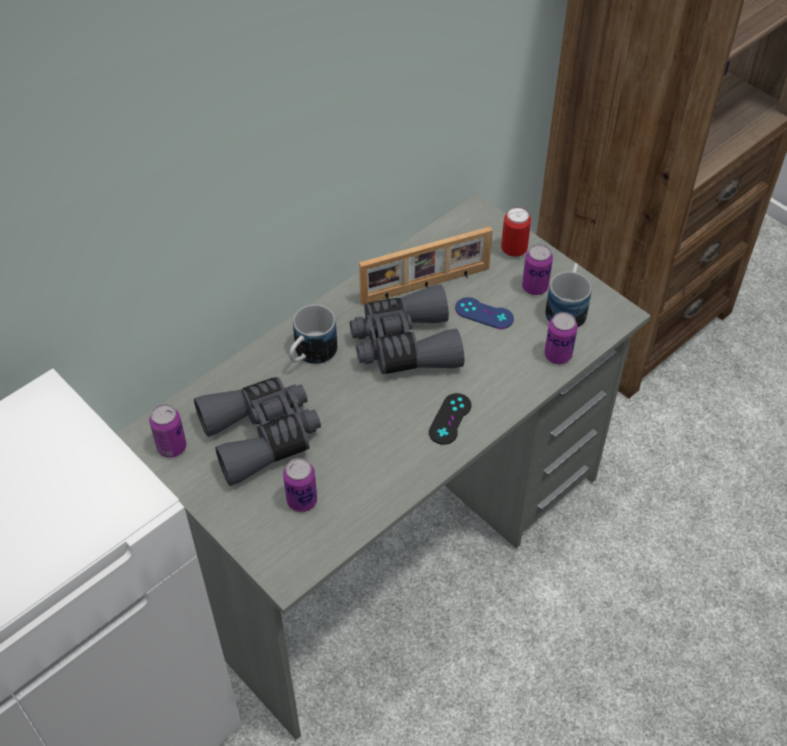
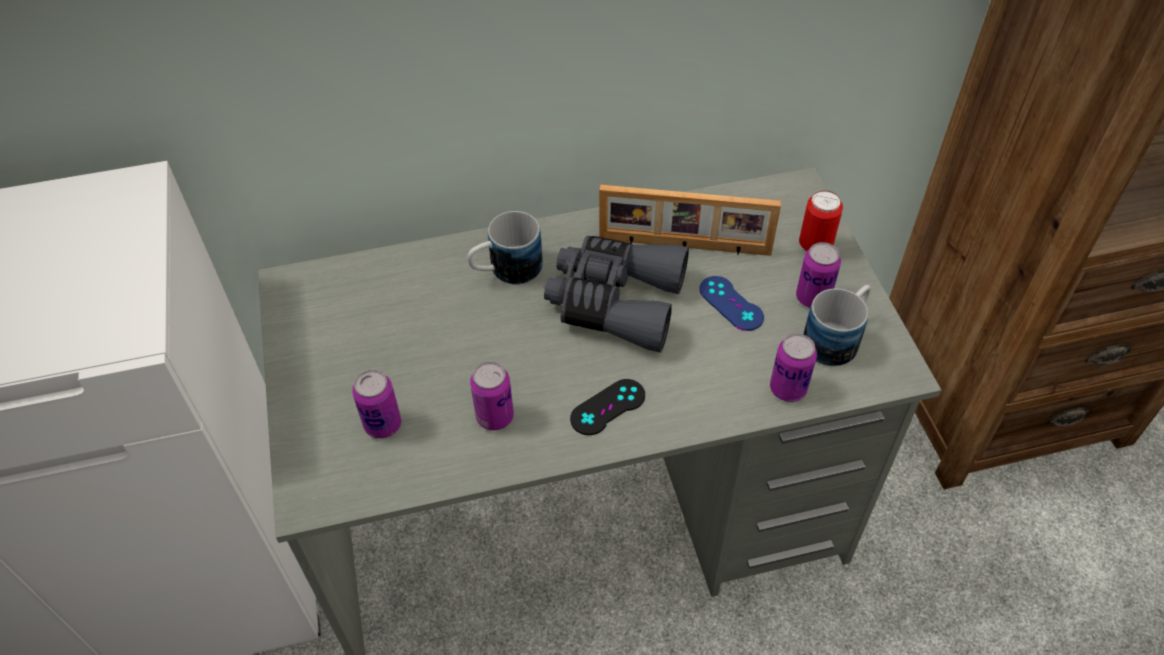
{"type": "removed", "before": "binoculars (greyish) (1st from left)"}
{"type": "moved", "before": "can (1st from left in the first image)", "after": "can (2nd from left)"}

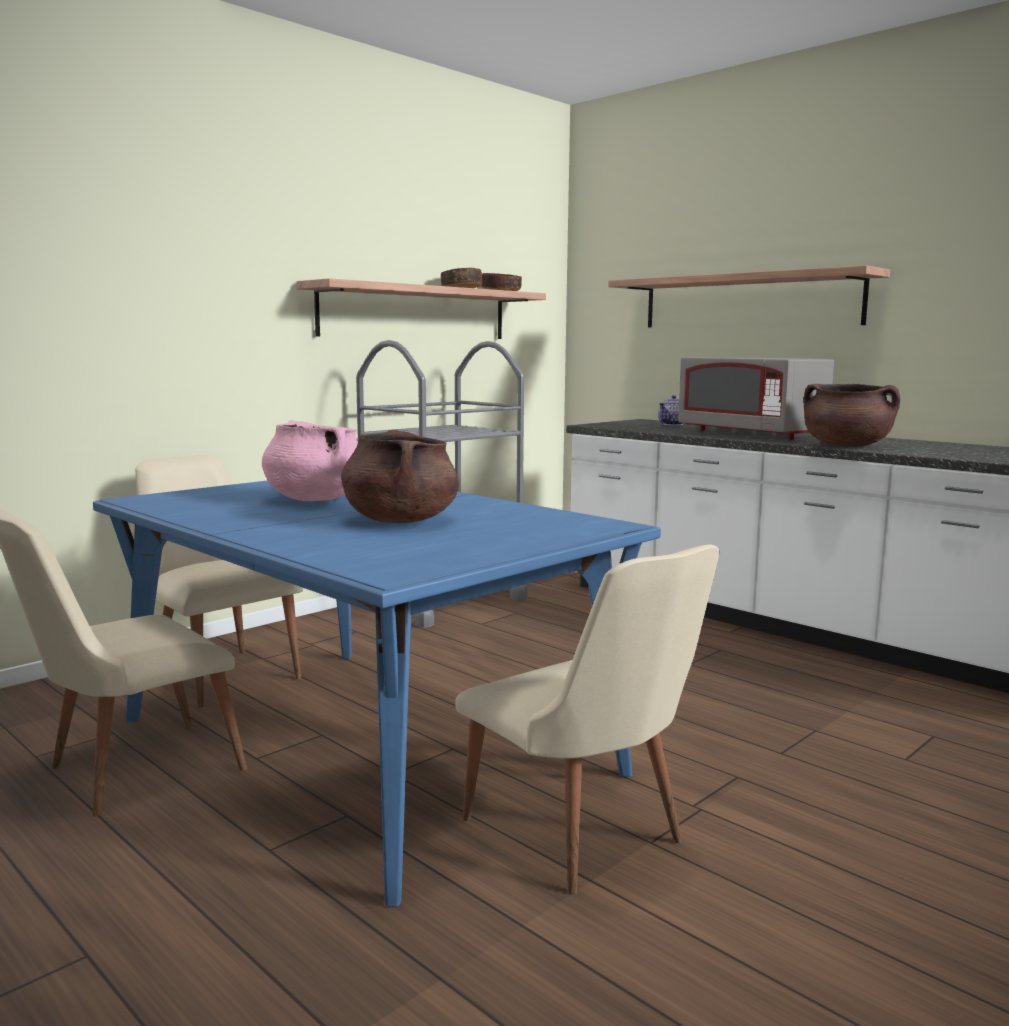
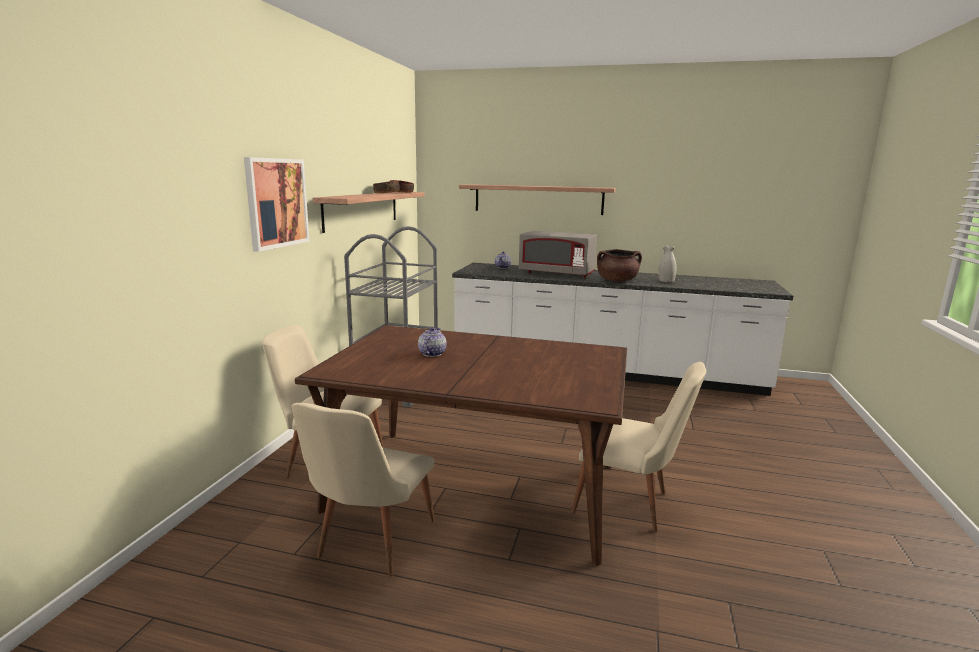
{"type": "removed", "before": "cooking pot (brownish) (1st from left)"}
{"type": "added", "after": "picture"}
{"type": "added", "after": "decorative vase (white-coloured)"}
{"type": "replaced", "before": "cooking pot (pinkish)", "after": "tea pot (1st from left)"}
{"type": "recoloured", "before": "kitchen table (blue-coloured)", "after": "kitchen table (brownish)"}

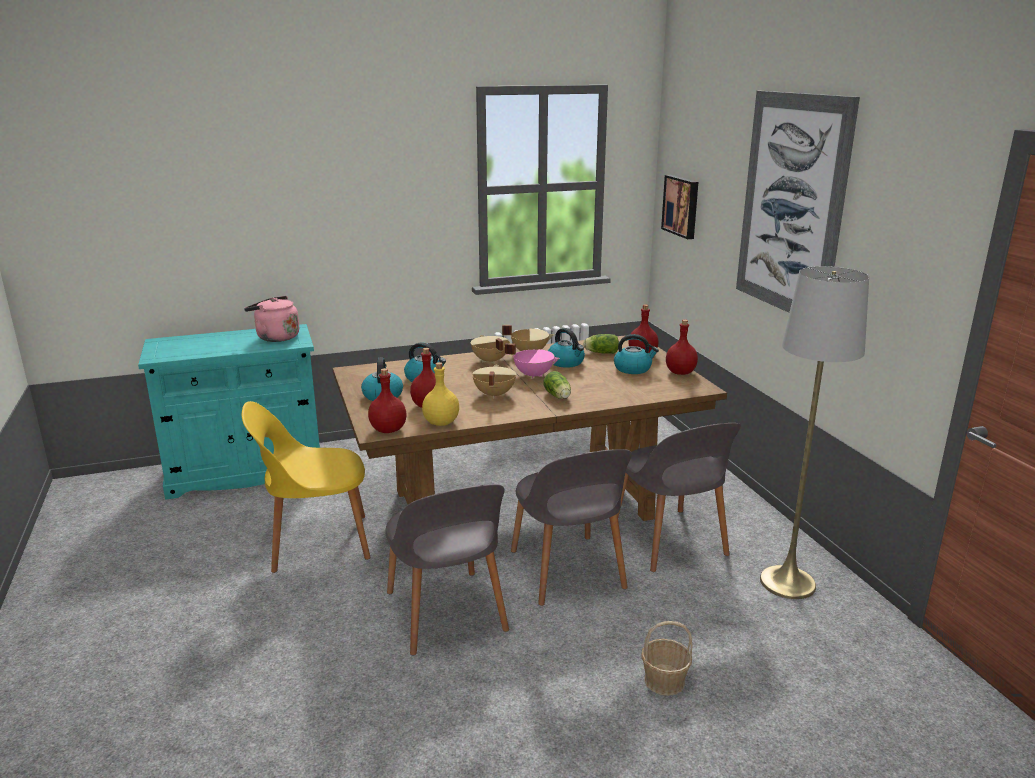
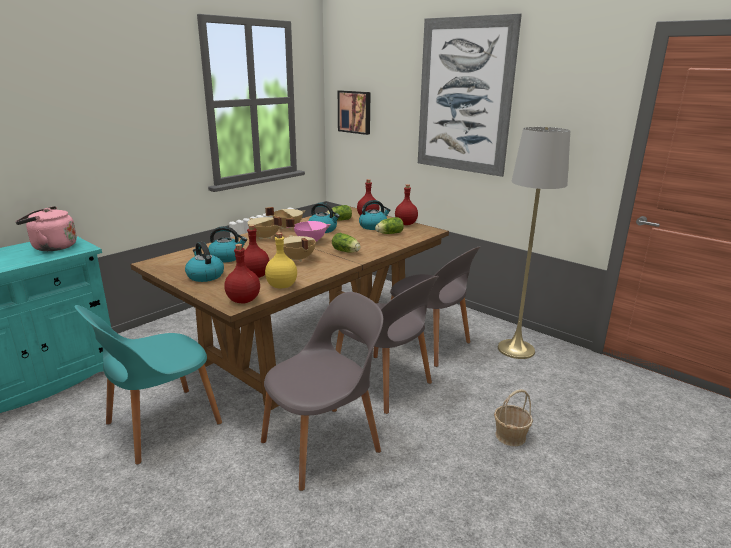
{"type": "added", "after": "lettuce (3rd from left)"}
{"type": "recoloured", "before": "plain chair (yellowish)", "after": "plain chair (blue-green)"}
{"type": "turned", "before": "plain chair (greyish) (1st from left)", "turn": -75}

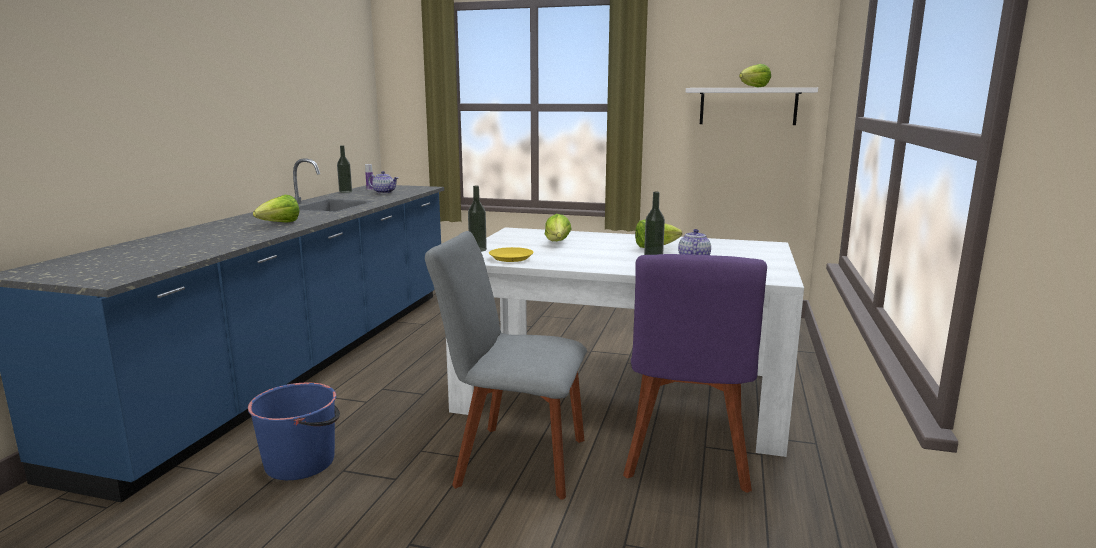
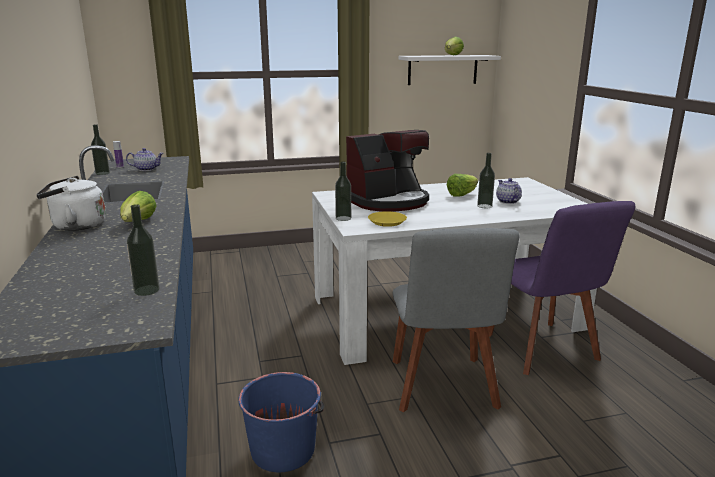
{"type": "added", "after": "kettle (white-coloured)"}
{"type": "added", "after": "beverage bottle (3rd from left)"}
{"type": "replaced", "before": "lettuce (2nd from left)", "after": "coffee maker"}
{"type": "turned", "before": "plain chair (greyish)", "turn": -75}

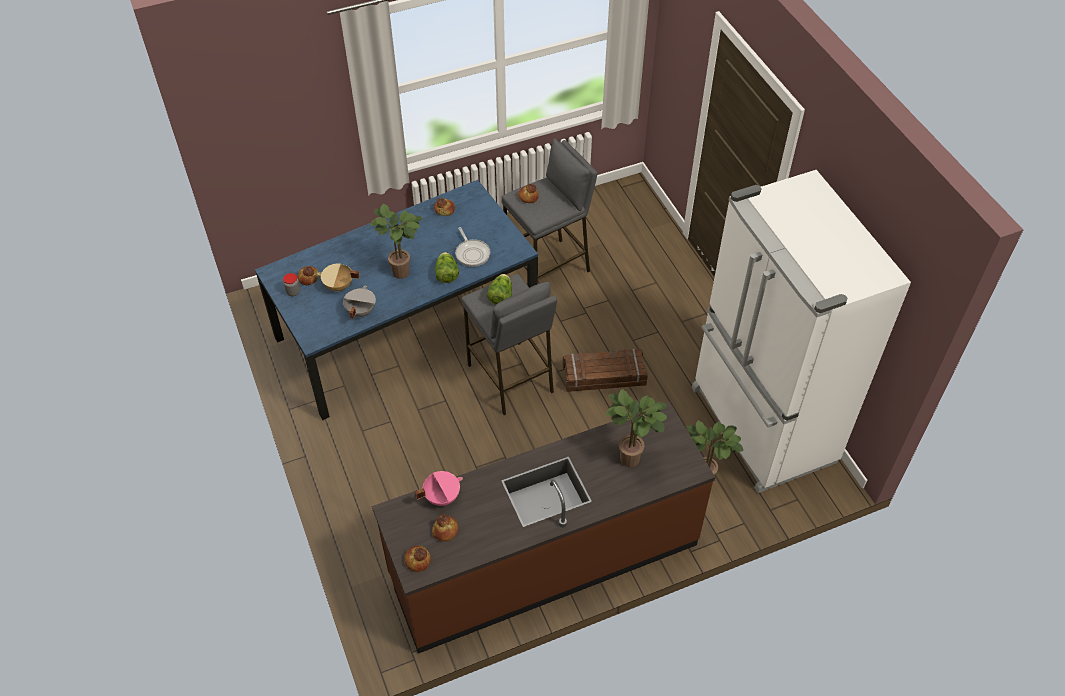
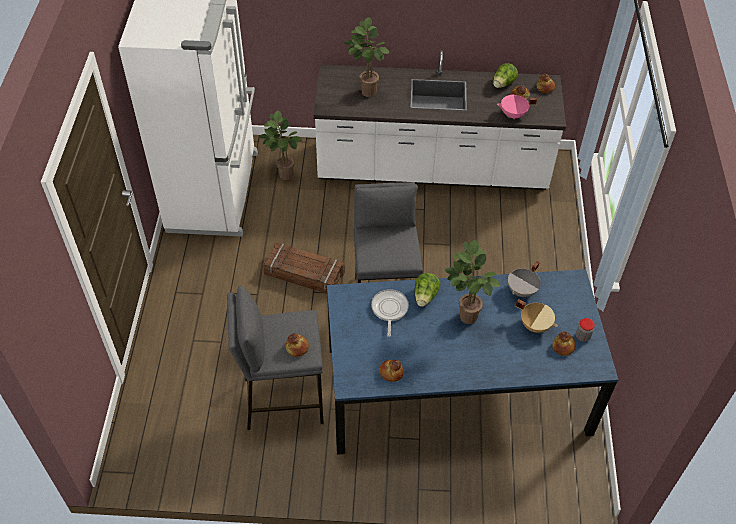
{"type": "moved", "before": "lettuce (2nd from left)"}
{"type": "recoloured", "before": "kitchen counter (brownish)", "after": "kitchen counter (white-coloured)"}

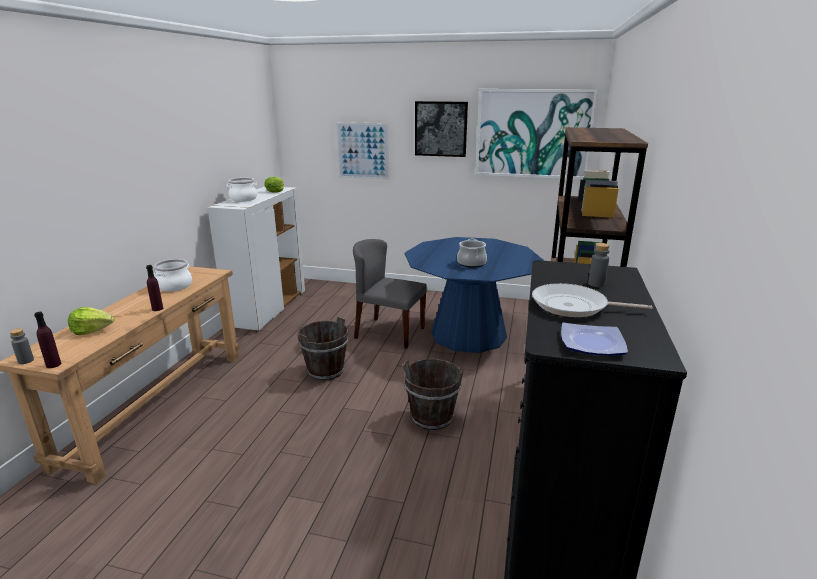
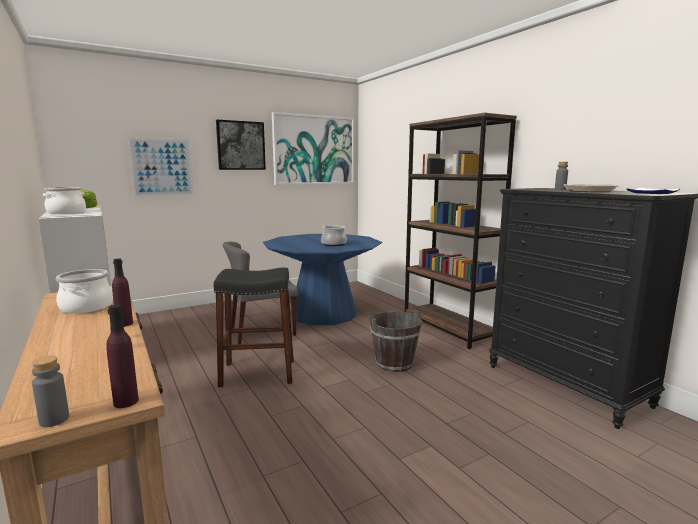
{"type": "removed", "before": "lettuce (1st from left)"}
{"type": "replaced", "before": "pail (brownish) (1st from left)", "after": "stool seat (blackish)"}

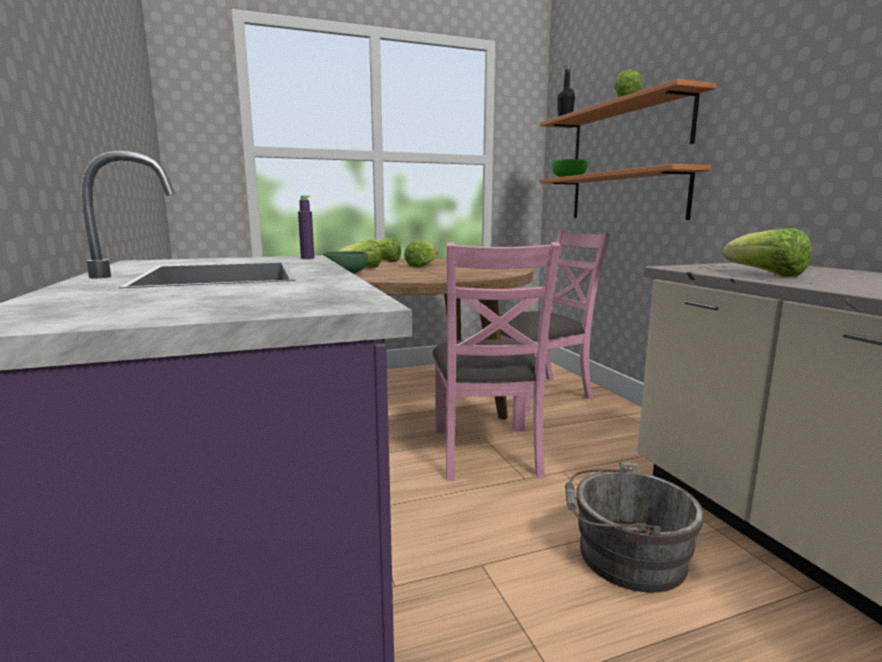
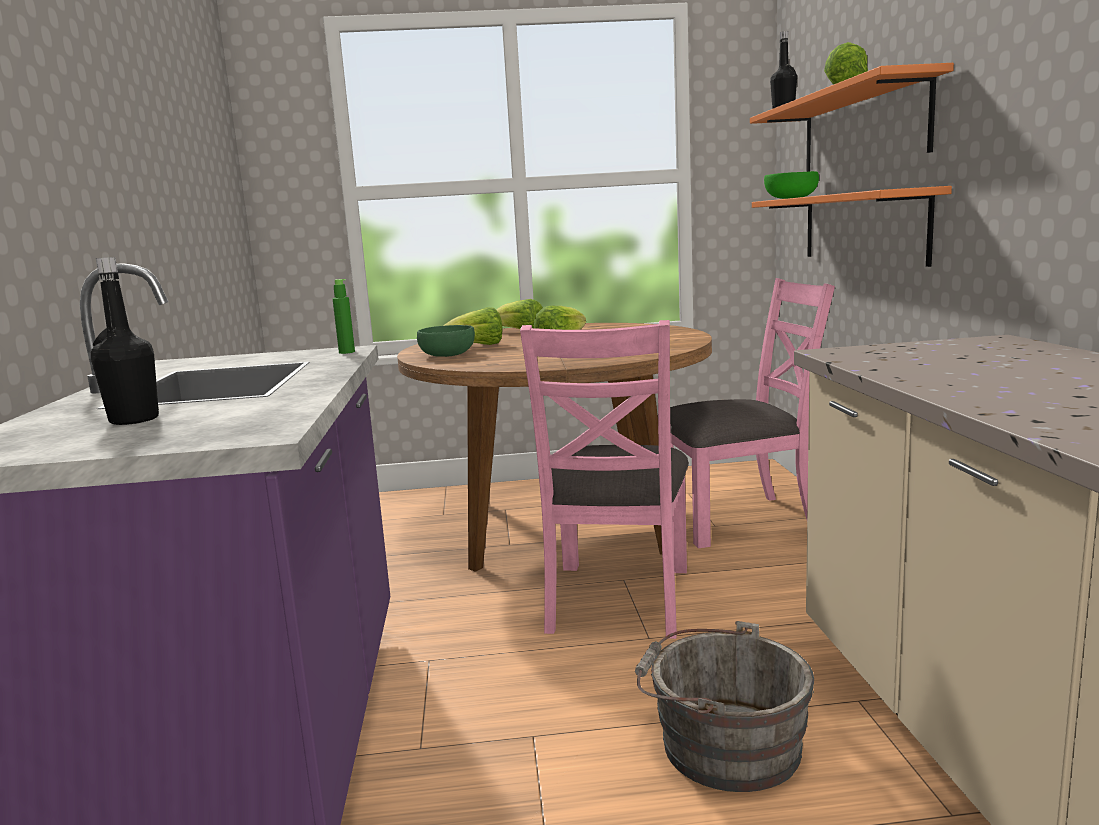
{"type": "removed", "before": "lettuce (5th from left)"}
{"type": "added", "after": "beverage bottle (blackish) (1st from left)"}
{"type": "recoloured", "before": "beverage bottle (purple)", "after": "beverage bottle (greenish)"}

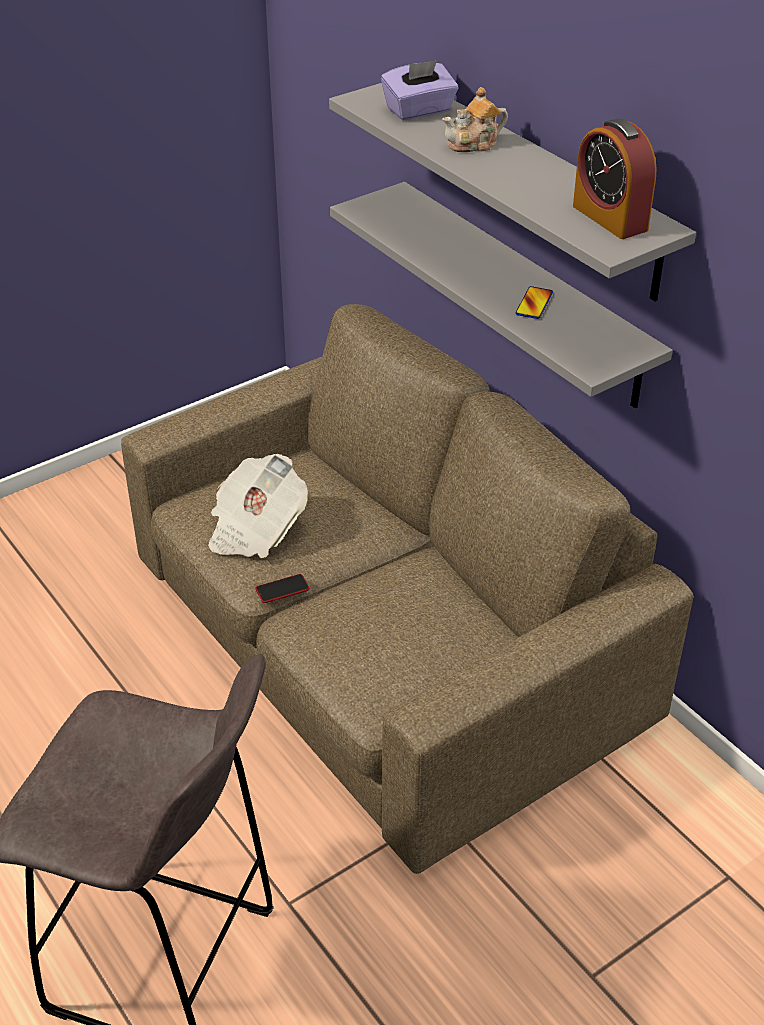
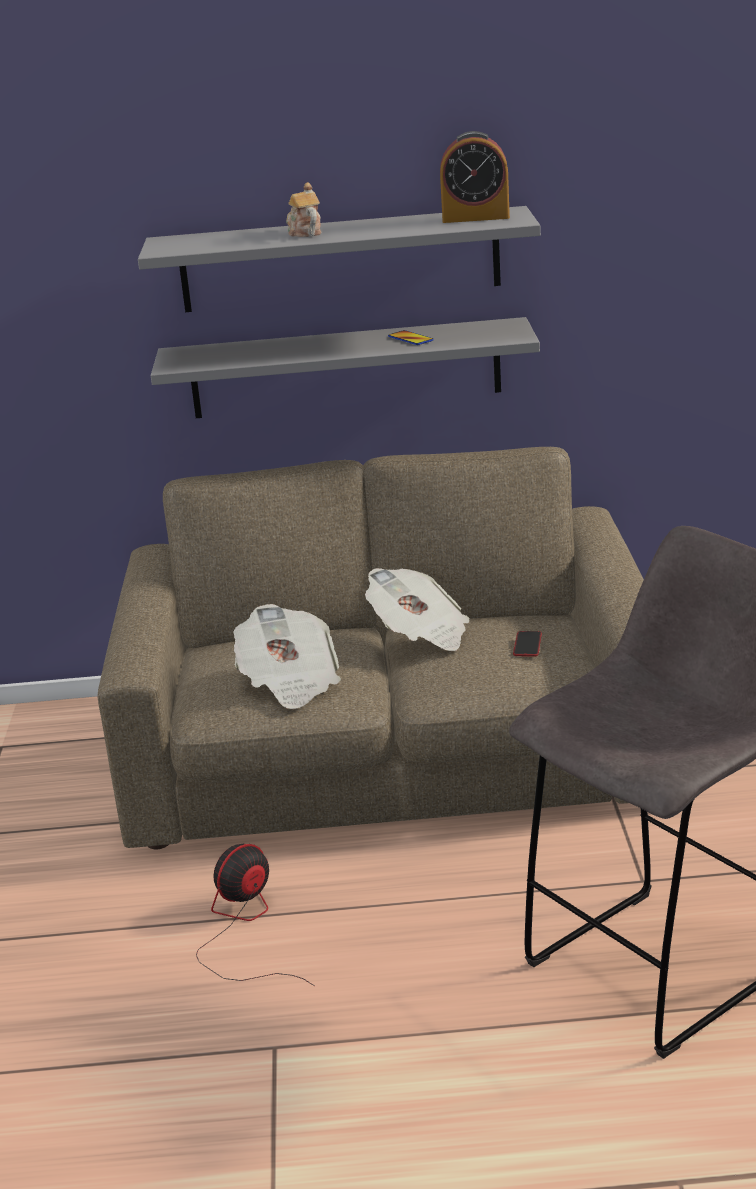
{"type": "removed", "before": "tissue holder (purple)"}
{"type": "added", "after": "fan"}
{"type": "added", "after": "printed paper (2nd from left)"}
{"type": "moved", "before": "handset (1st from left in the first image)", "after": "handset (2nd from left)"}
{"type": "turned", "before": "tea pot", "turn": 150}

